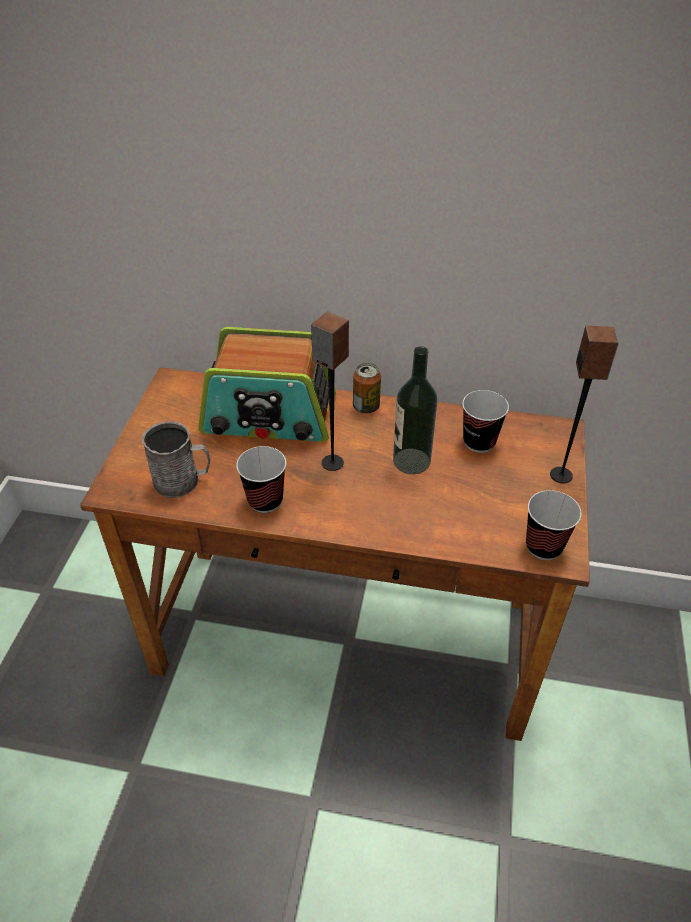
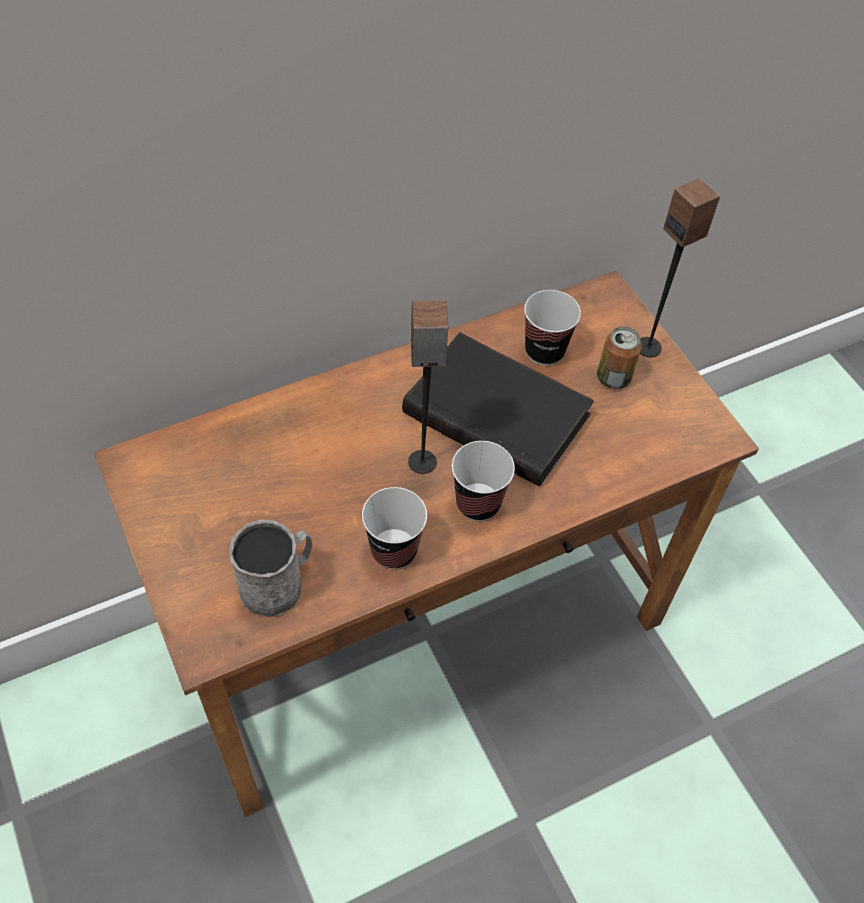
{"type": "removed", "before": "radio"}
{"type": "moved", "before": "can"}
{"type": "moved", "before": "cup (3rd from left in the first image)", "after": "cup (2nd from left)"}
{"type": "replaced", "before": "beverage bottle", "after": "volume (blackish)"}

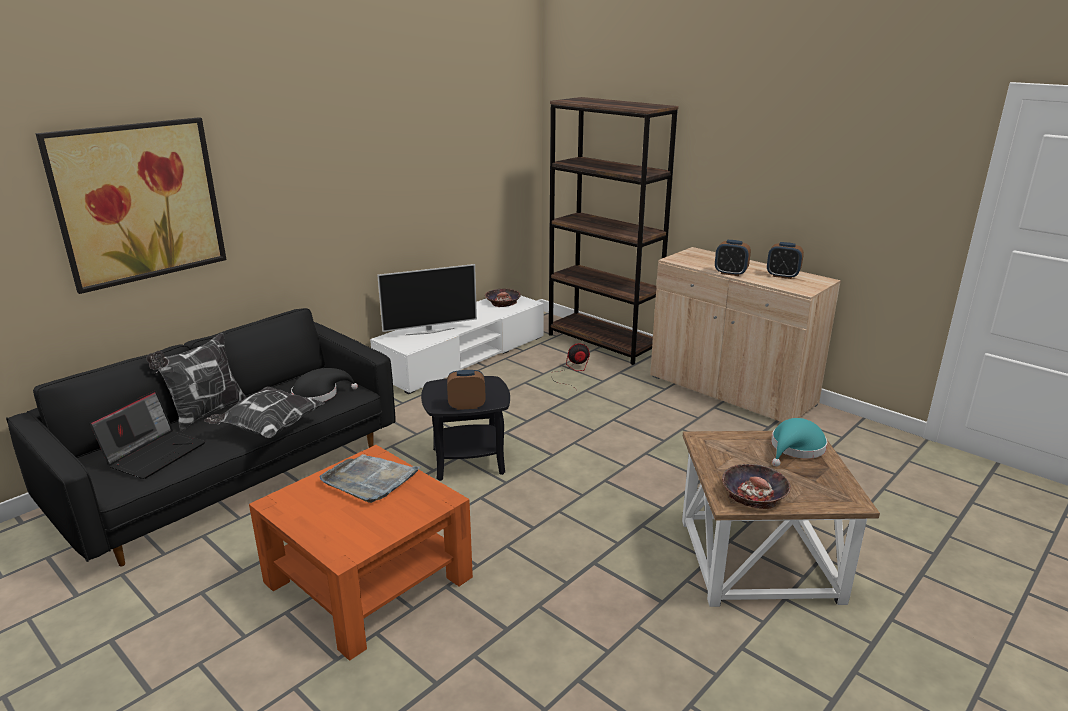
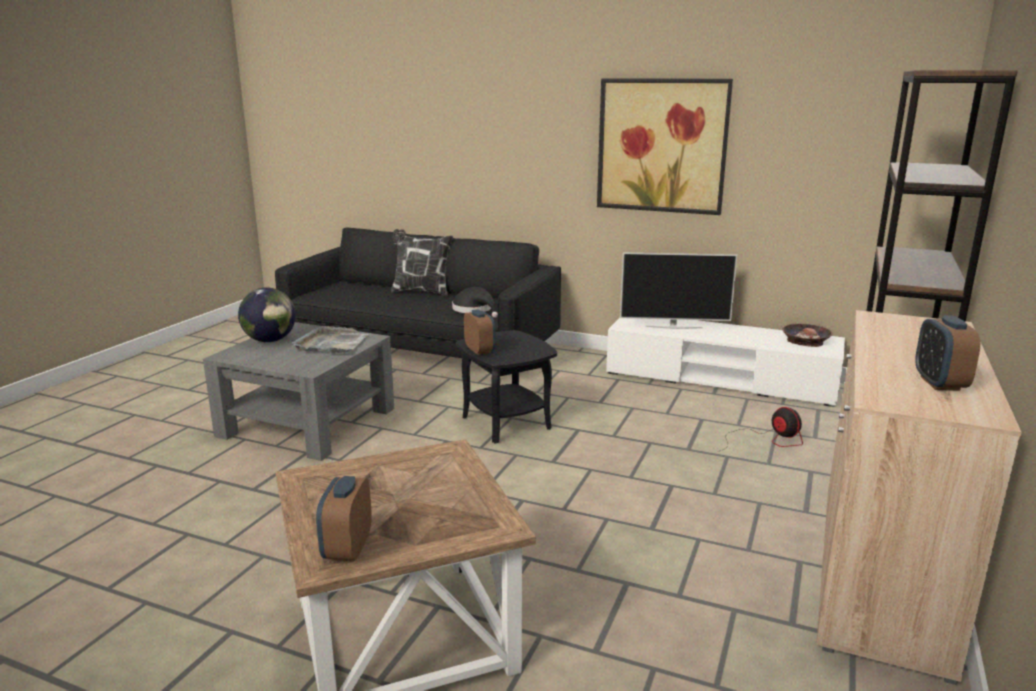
{"type": "removed", "before": "portable computer"}
{"type": "removed", "before": "cushion (2nd from left)"}
{"type": "removed", "before": "serving bowl (2nd from left)"}
{"type": "removed", "before": "wearable hat (blue-green)"}
{"type": "added", "after": "world globe"}
{"type": "moved", "before": "picture"}
{"type": "moved", "before": "bedside clock (2nd from left in the first image)", "after": "bedside clock (1st from left)"}
{"type": "recoloured", "before": "low table (orange)", "after": "low table (greyish)"}
{"type": "turned", "before": "TV", "turn": -45}

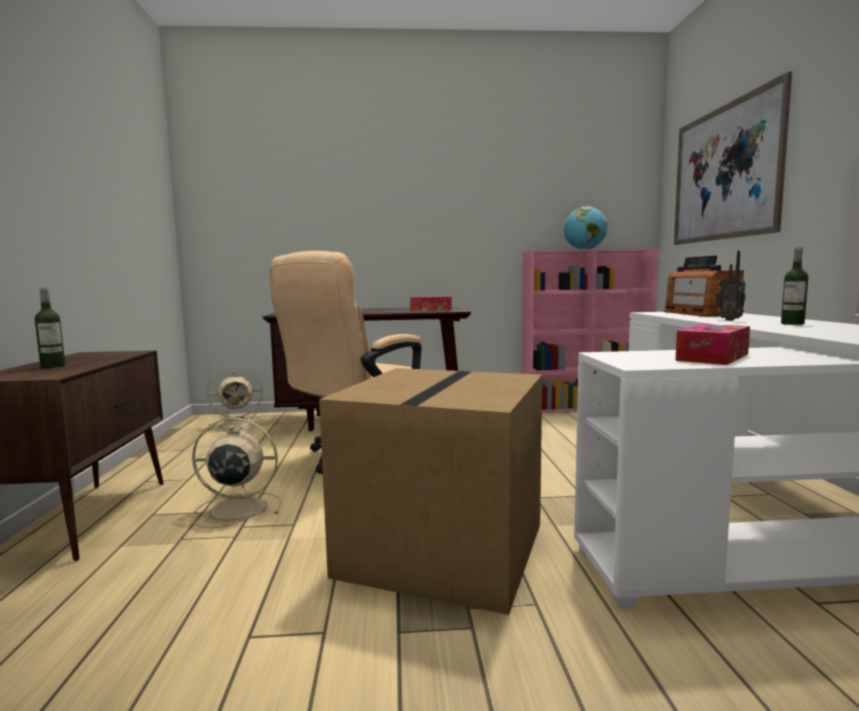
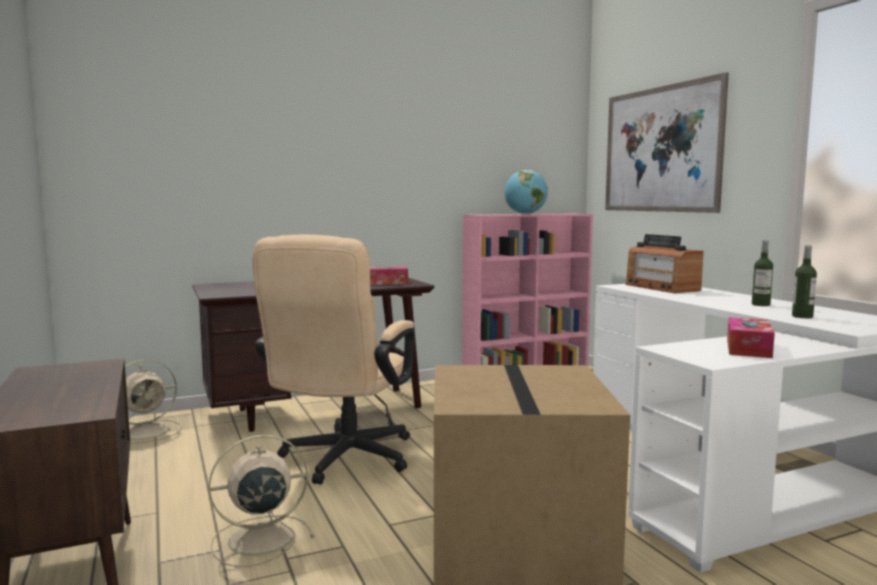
{"type": "removed", "before": "radio (2nd from left)"}
{"type": "moved", "before": "beverage bottle (1st from left in the first image)", "after": "beverage bottle (2nd from left)"}

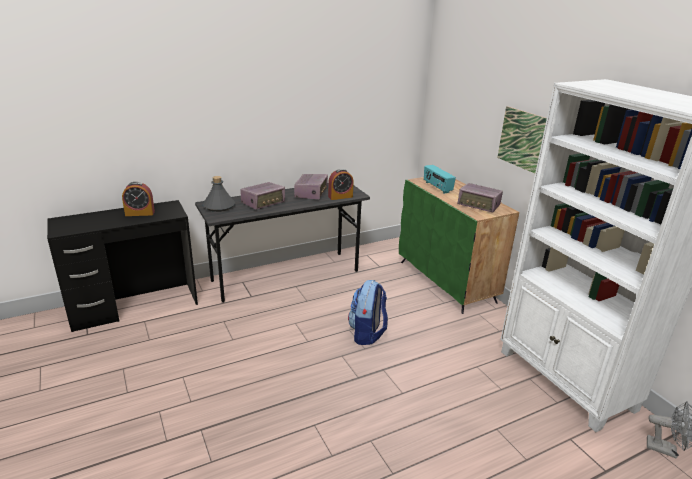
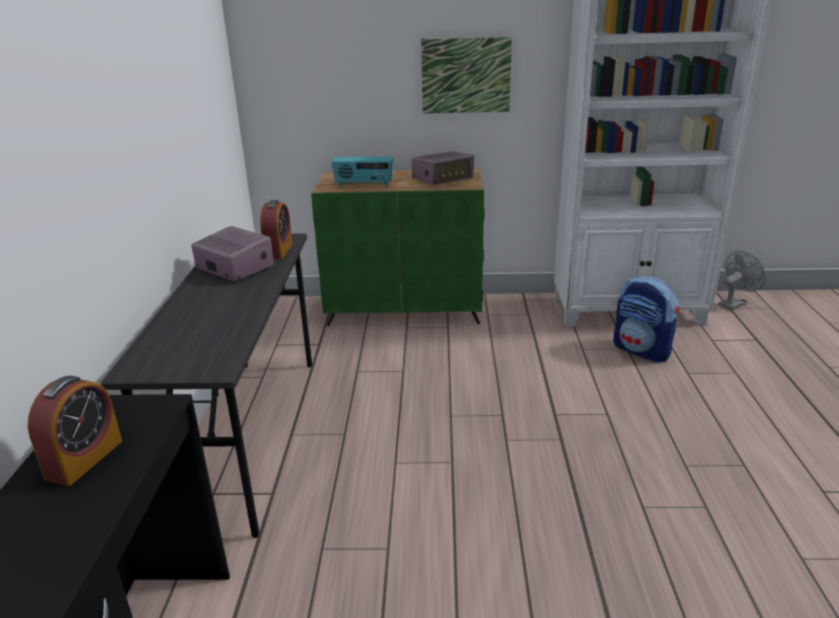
{"type": "removed", "before": "beverage bottle (greyish)"}
{"type": "removed", "before": "radio (1st from left)"}
{"type": "moved", "before": "backpack"}

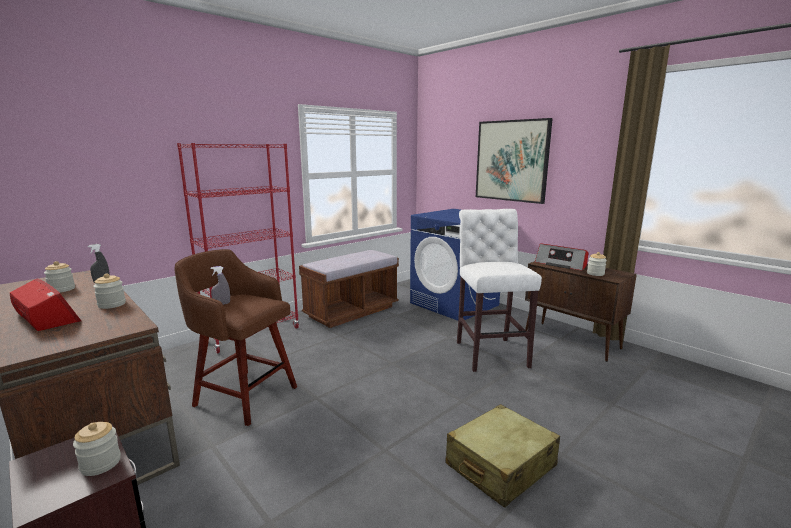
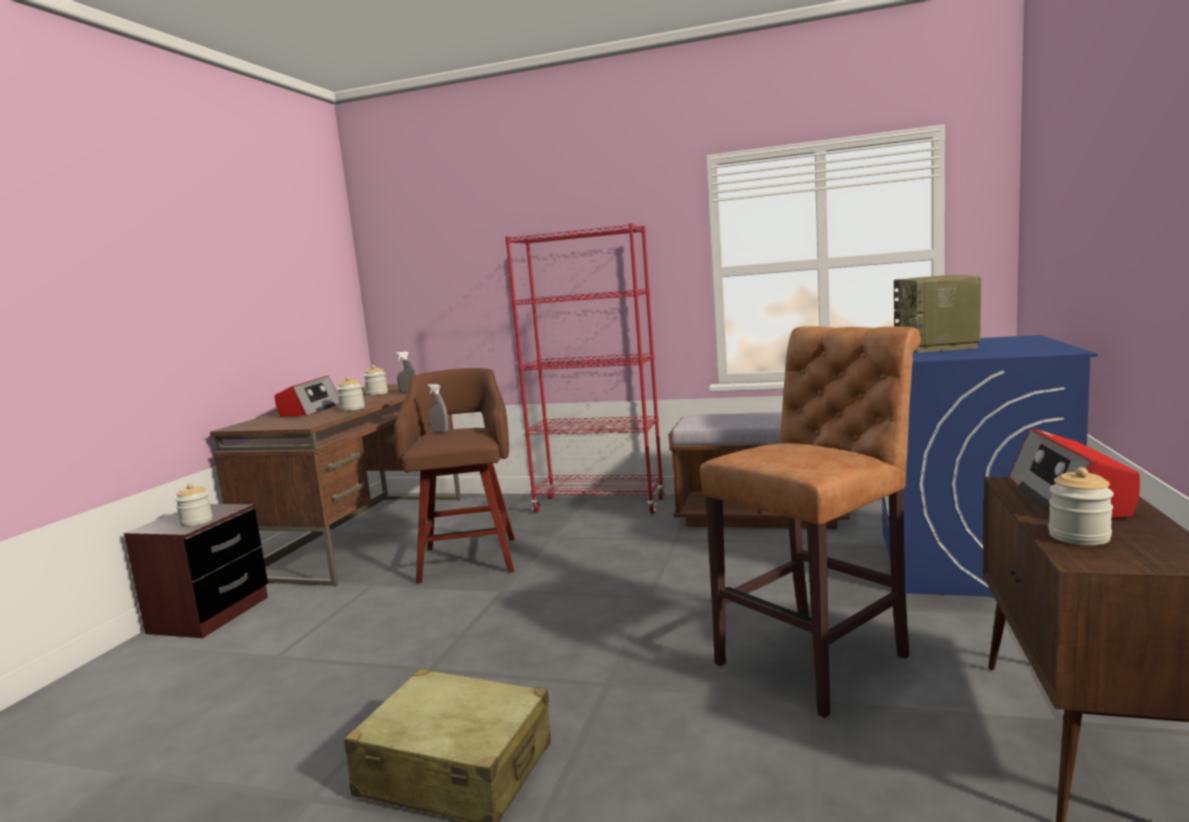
{"type": "removed", "before": "picture"}
{"type": "added", "after": "radio (2nd from left)"}
{"type": "recoloured", "before": "stool seat (white-coloured)", "after": "stool seat (brownish) (2nd from left)"}

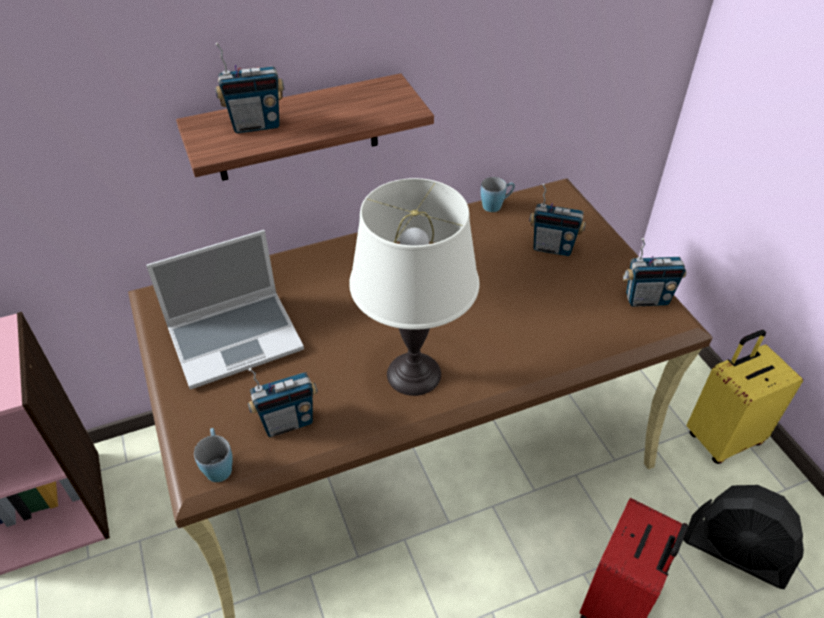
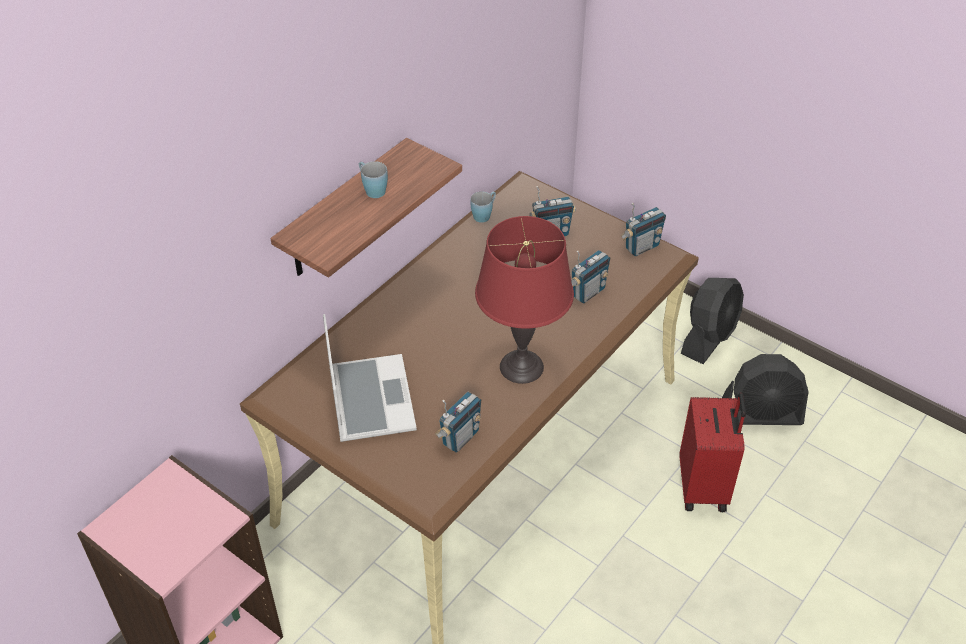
{"type": "moved", "before": "tea mug (blue-coloured) (1st from left)"}
{"type": "moved", "before": "radio (1st from left in the first image)", "after": "radio (3rd from left)"}
{"type": "replaced", "before": "piece of luggage (yellowish)", "after": "fan (blackish) (1st from left)"}
{"type": "recoloured", "before": "tabletop lamp (white-coloured)", "after": "tabletop lamp (reddish)"}
{"type": "turned", "before": "portable computer", "turn": -45}

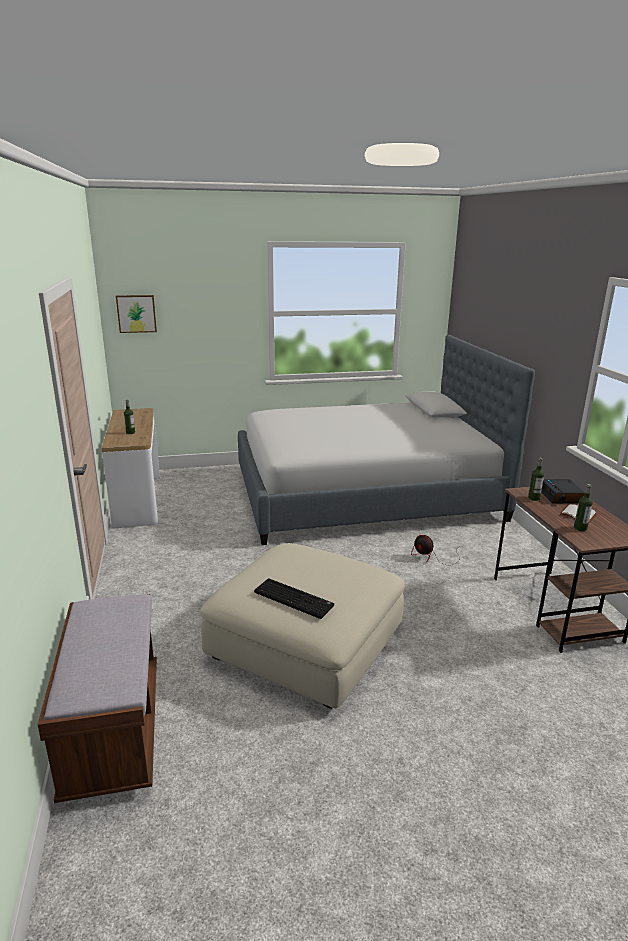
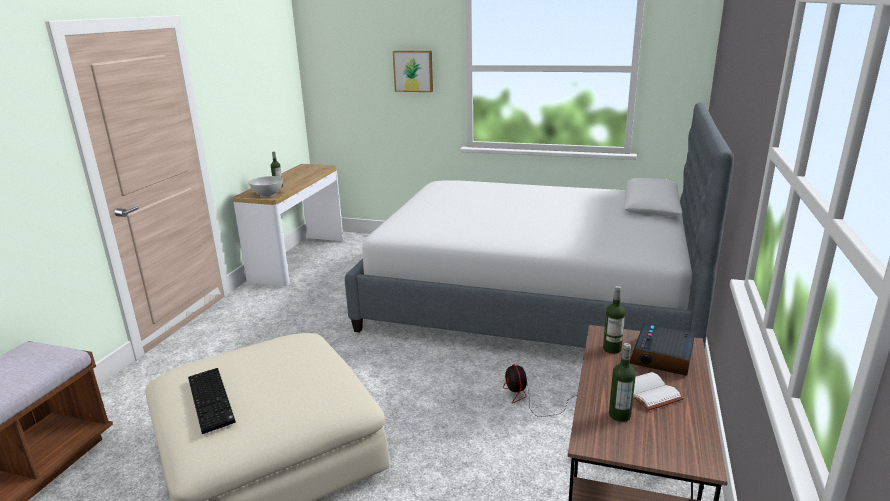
{"type": "added", "after": "serving bowl (white-coloured)"}
{"type": "moved", "before": "picture"}

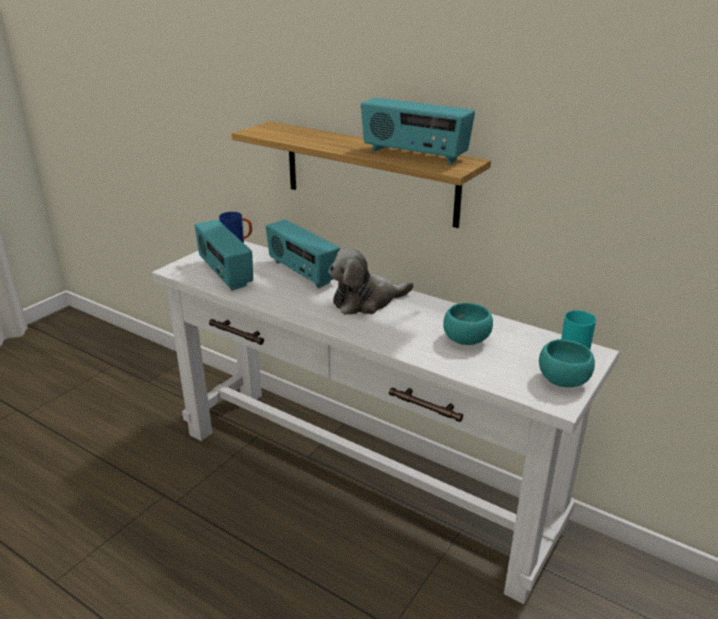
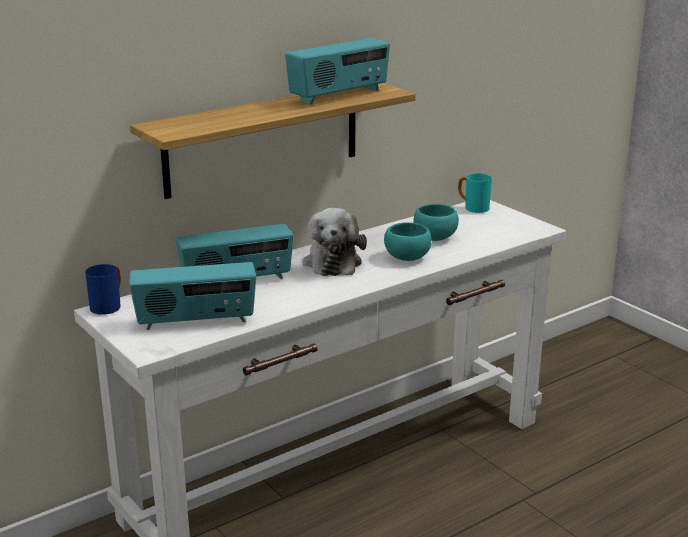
{"type": "moved", "before": "serving bowl (blue-green) (2nd from left in the first image)", "after": "serving bowl (blue-green) (1st from left)"}

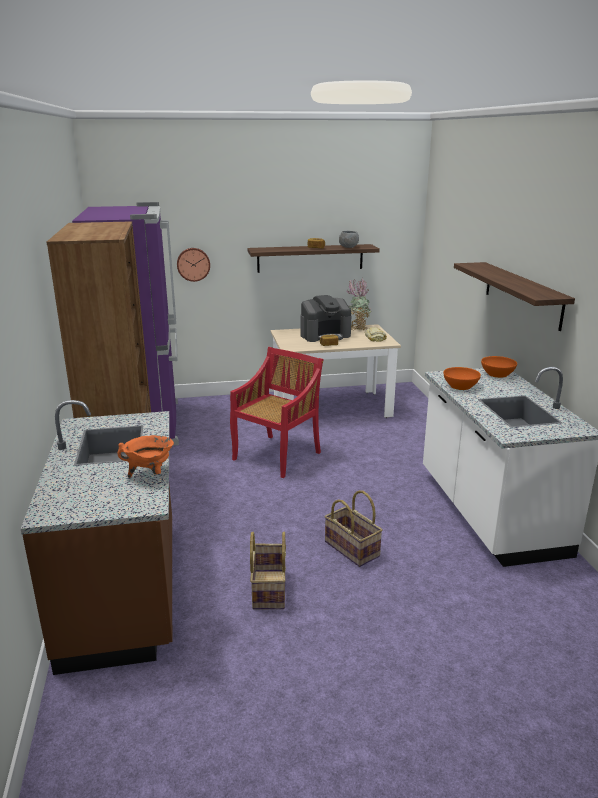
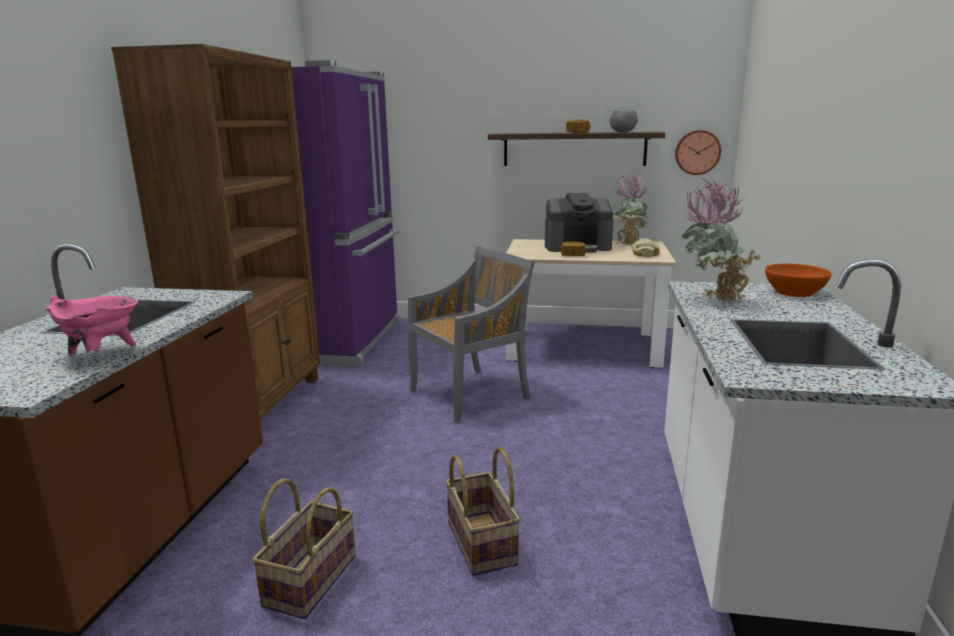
{"type": "removed", "before": "bracket shelf (2nd from left)"}
{"type": "moved", "before": "clock on the wall"}
{"type": "replaced", "before": "serving bowl (orange) (1st from left)", "after": "potted plant (2nd from left)"}
{"type": "recoloured", "before": "cooking pot (orange)", "after": "cooking pot (pinkish)"}
{"type": "recoloured", "before": "plain chair (reddish)", "after": "plain chair (greyish)"}

